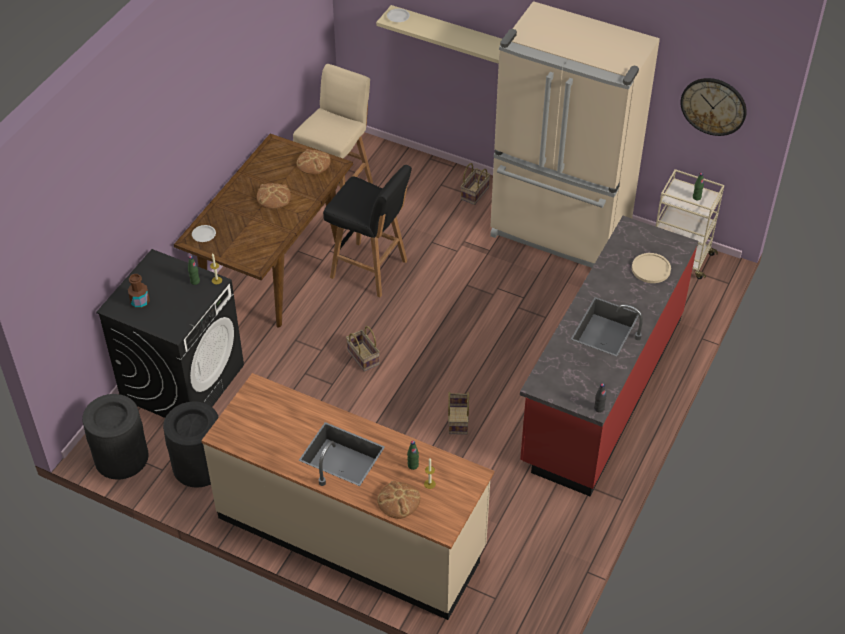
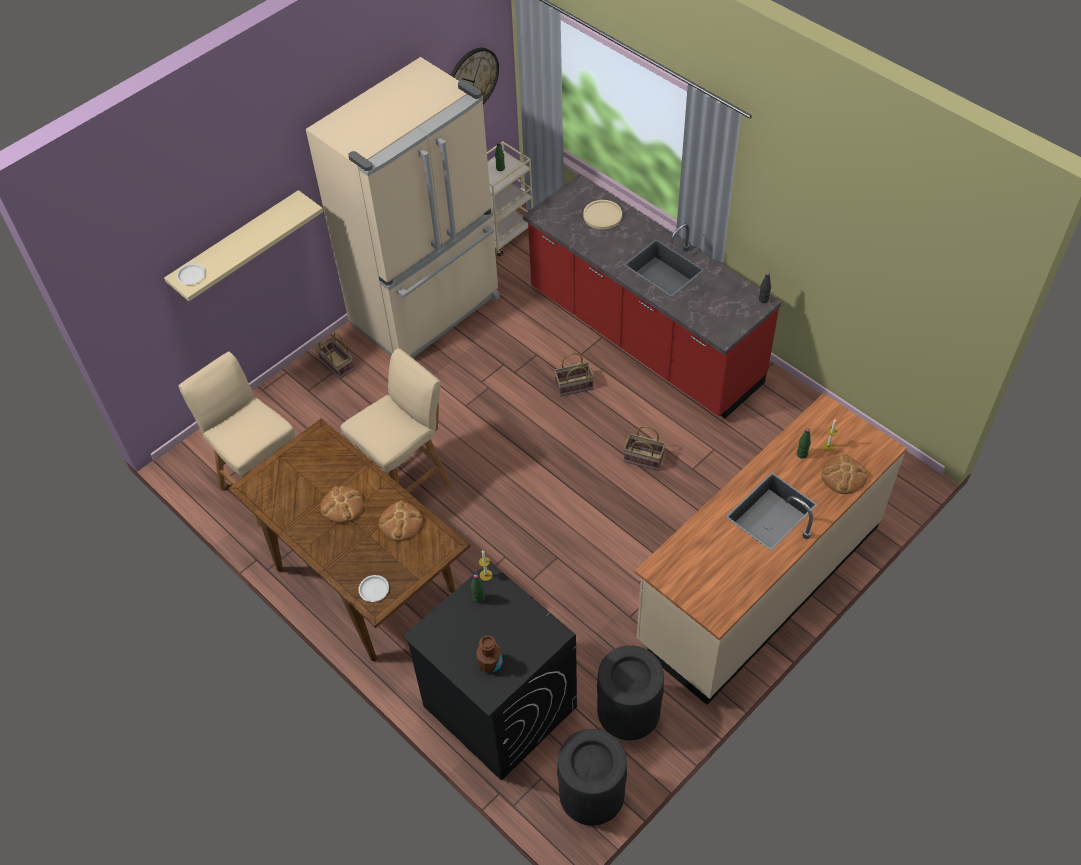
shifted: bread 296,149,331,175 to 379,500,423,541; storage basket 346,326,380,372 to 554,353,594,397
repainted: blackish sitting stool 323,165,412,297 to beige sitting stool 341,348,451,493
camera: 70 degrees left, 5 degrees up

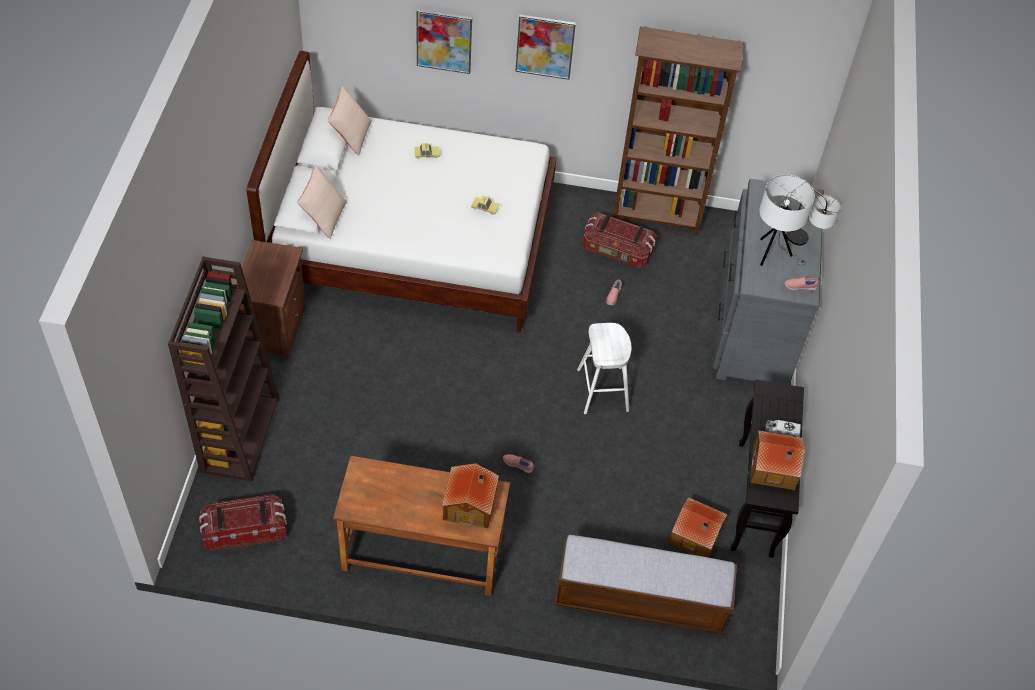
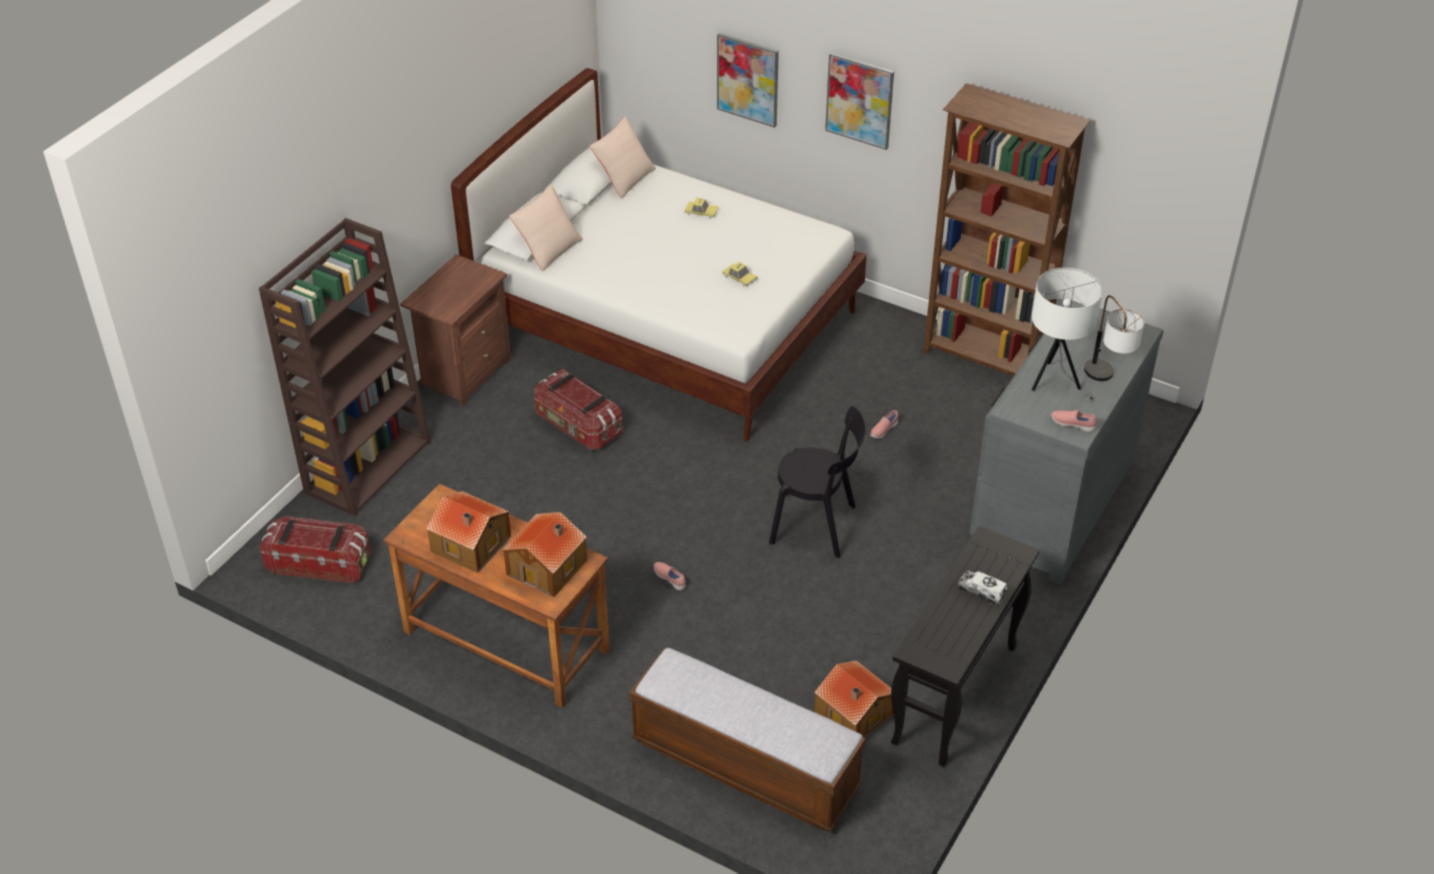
shifted: storage box 583,212,657,268 to 534,369,623,449; toy house 751,430,805,490 to 426,491,511,573
swapped: white-coloured sitting stool 577,323,632,414 to blackish upright chair 769,406,865,558
camera: 25 degrees right, 10 degrees down

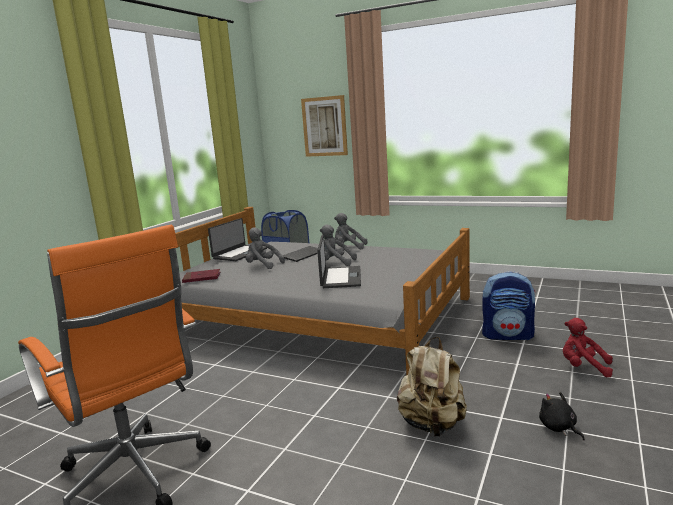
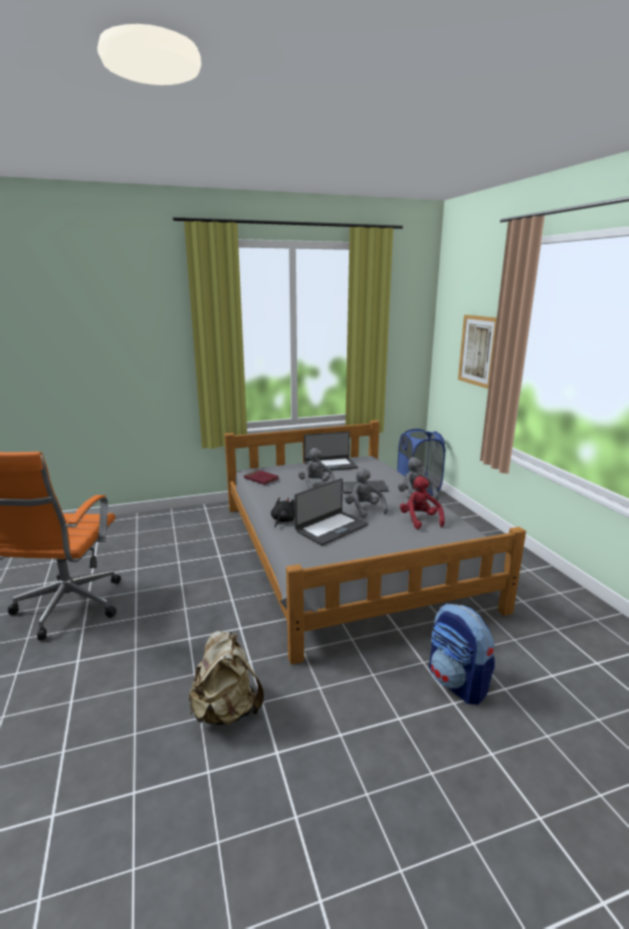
shifted: blackish soft toy 539,392,585,440 to 271,497,295,527; reddish soft toy 563,318,613,377 to 400,476,445,529
camera: 45 degrees right, 5 degrees up

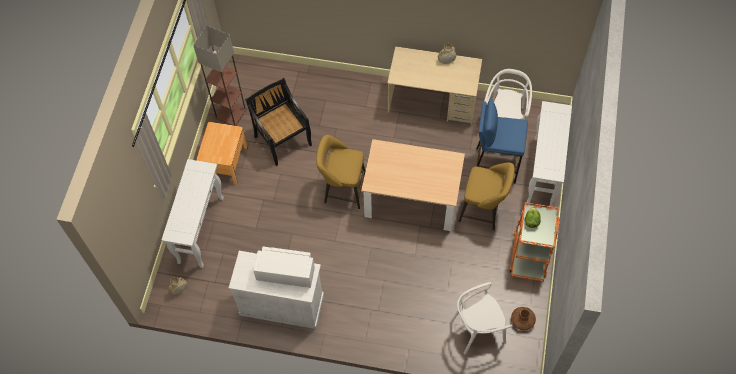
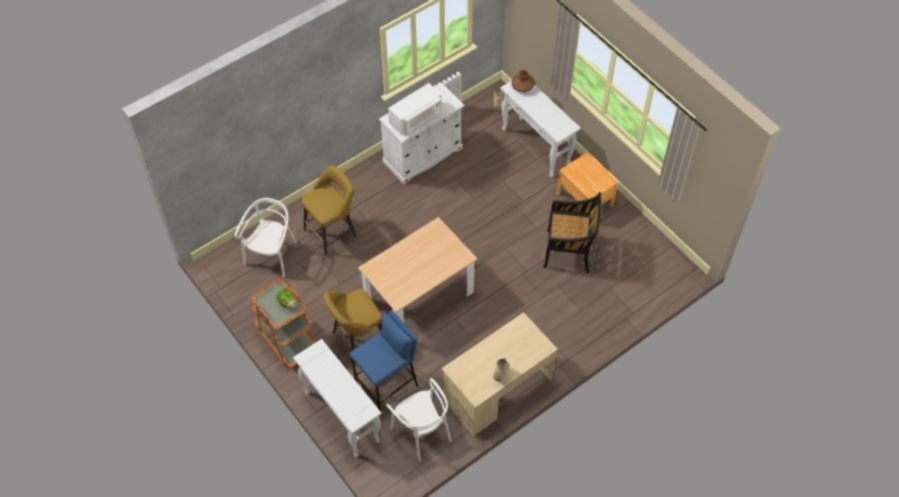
gone: standard lamp 193,26,247,126
shifted: yellow sitting stool 316,135,365,209 to 302,166,356,255; brownish decorative vase 511,307,536,330 to 511,70,535,92
camera: 130 degrees right, 5 degrees down

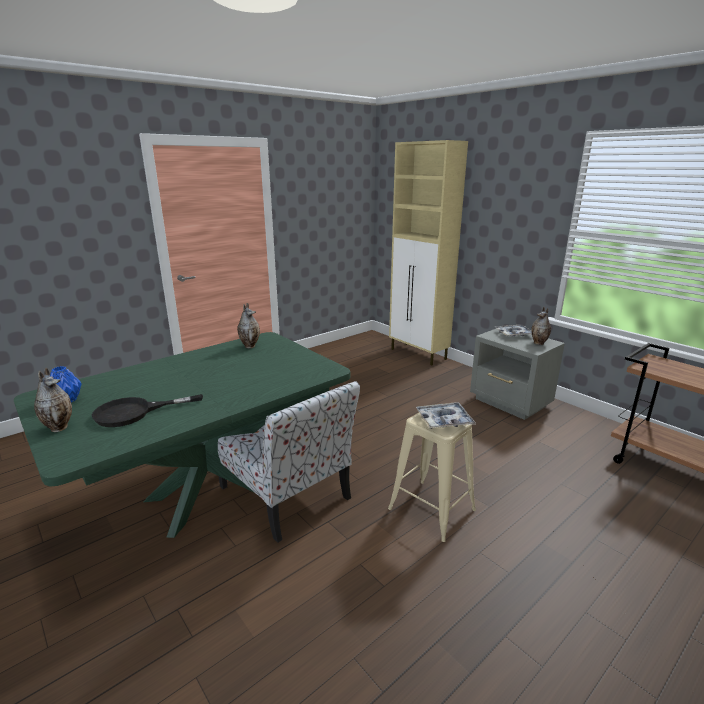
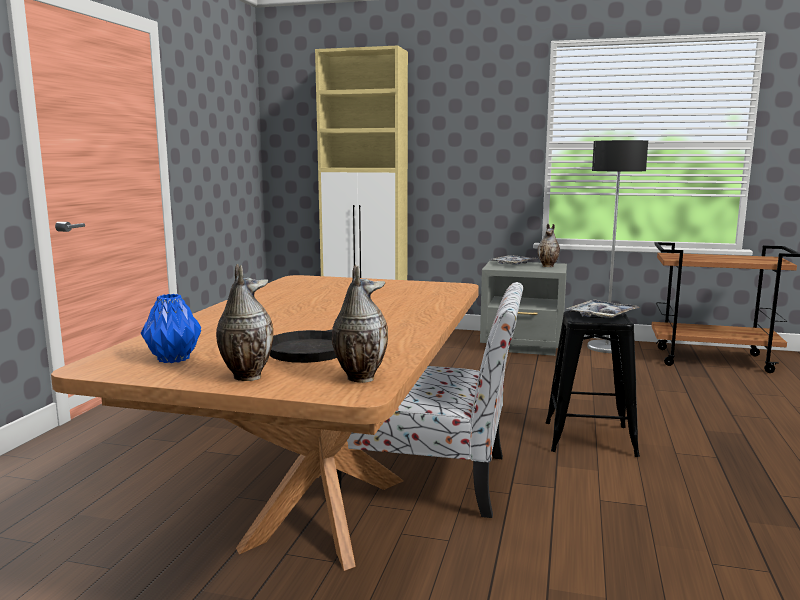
new: standard lamp 587,140,648,353
shifted: decorative vase 237,303,260,348 to 332,264,388,383
repainted: green kitchen table 14,332,350,538 to brownish kitchen table 51,275,479,571; beige sitting stool 388,413,476,542 to blackish sitting stool 546,311,640,457
camera: 35 degrees left, 10 degrees down

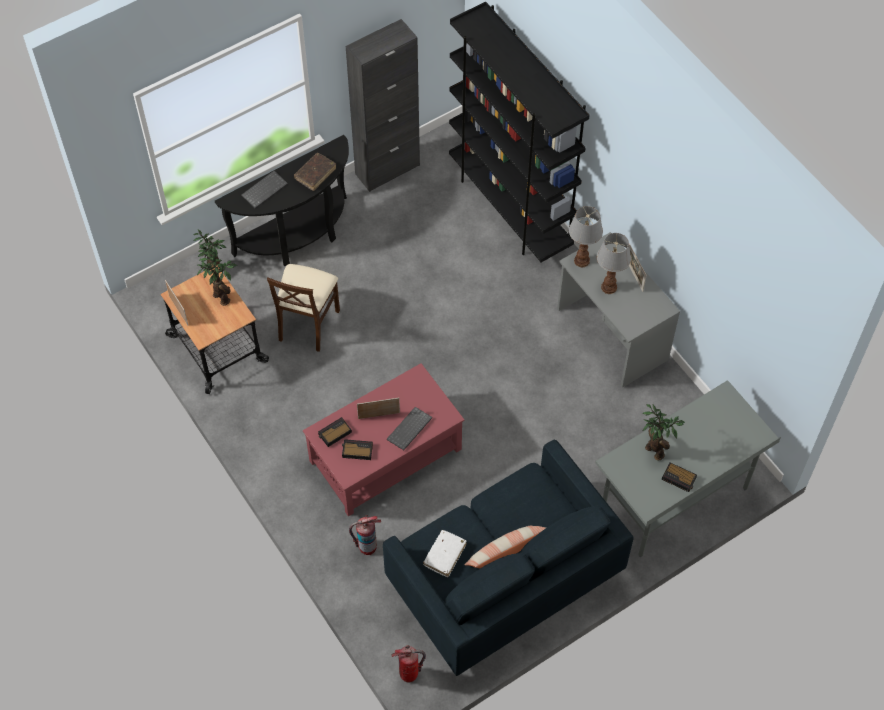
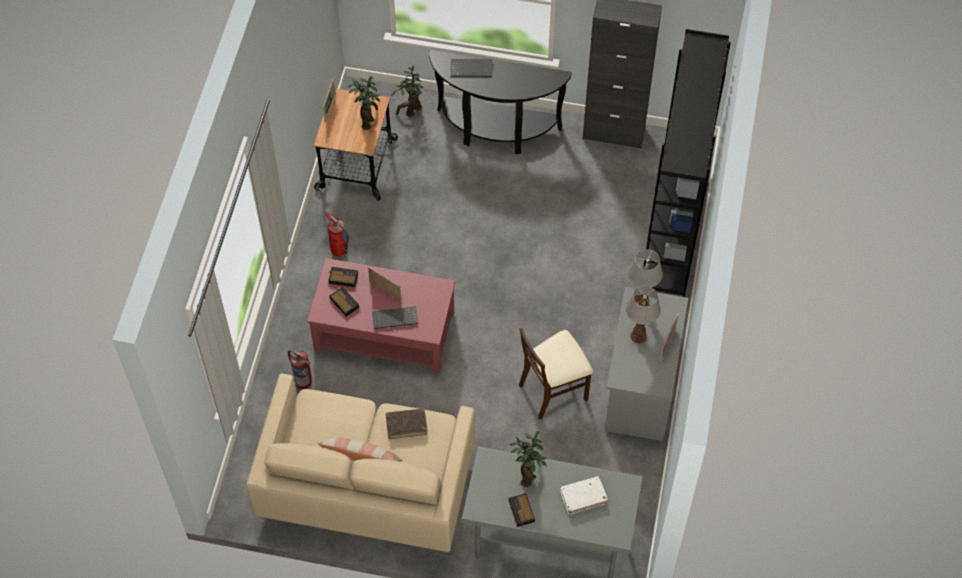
shifted: beige upright chair 267,264,340,352 to 519,327,593,419; brownish book 294,153,336,191 to 386,408,427,439; fire extinguisher 391,645,426,683 to 324,212,349,257; white-coloured book 423,530,466,577 to 560,476,608,515
repainted: bluish settee 383,440,634,676 to beige settee 246,374,475,552
camera: 45 degrees right, 0 degrees up

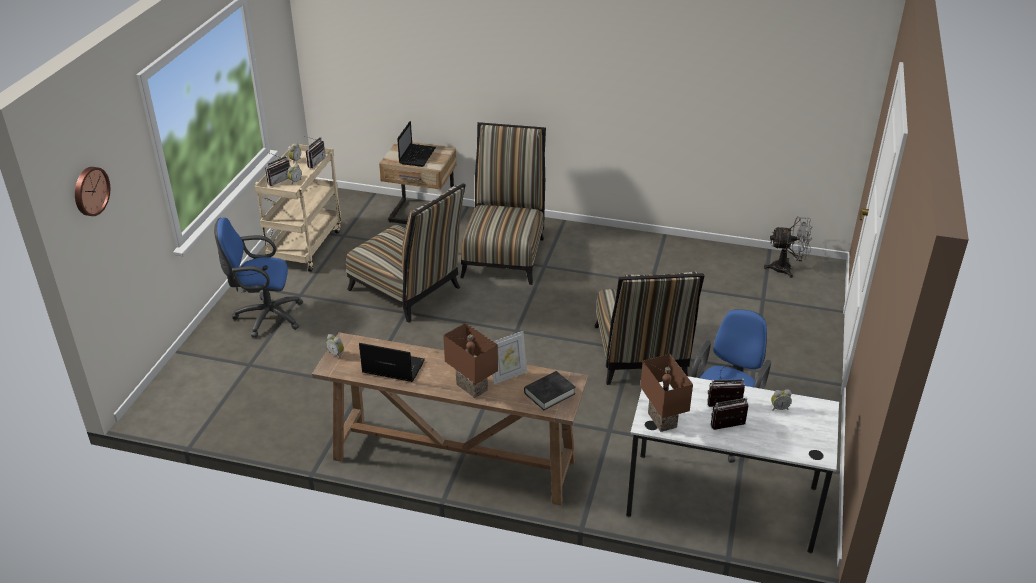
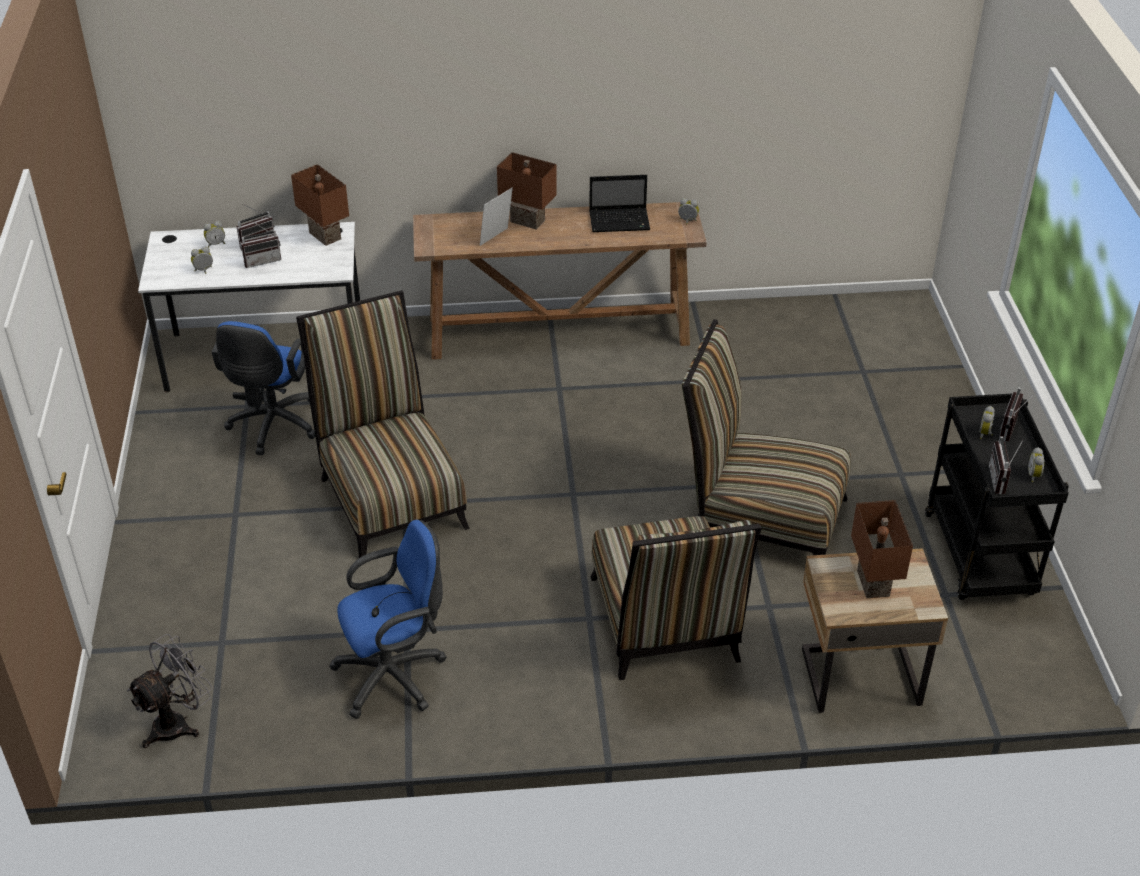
gone: clock on the wall 75,167,110,216; blackish book 524,371,576,410
new: table clock 204,221,225,247
shifted: bluish computer chair 214,218,303,338 to 329,520,447,719
swapped: portable computer 397,121,436,167 to brownish tabletop lamp 851,500,913,598
repainted: beige trolley 254,144,341,272 to blackish trolley 925,394,1069,600
rotated: grey cooling fan 764,216,812,278 = 127,634,213,748 150 degrees clockwise
camera: 160 degrees right, 5 degrees up

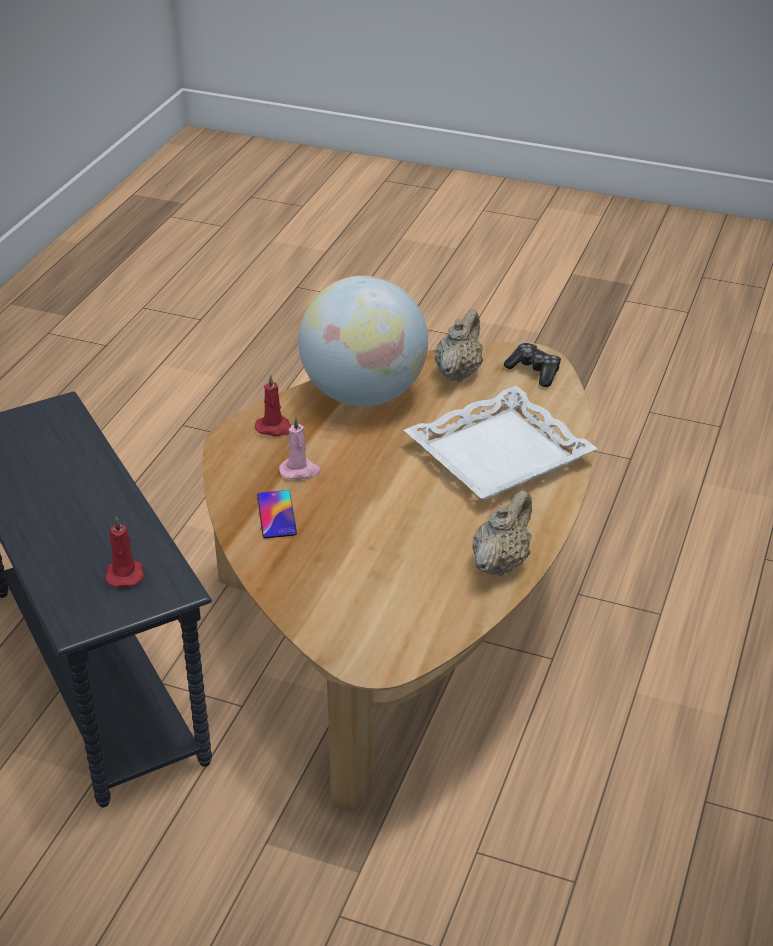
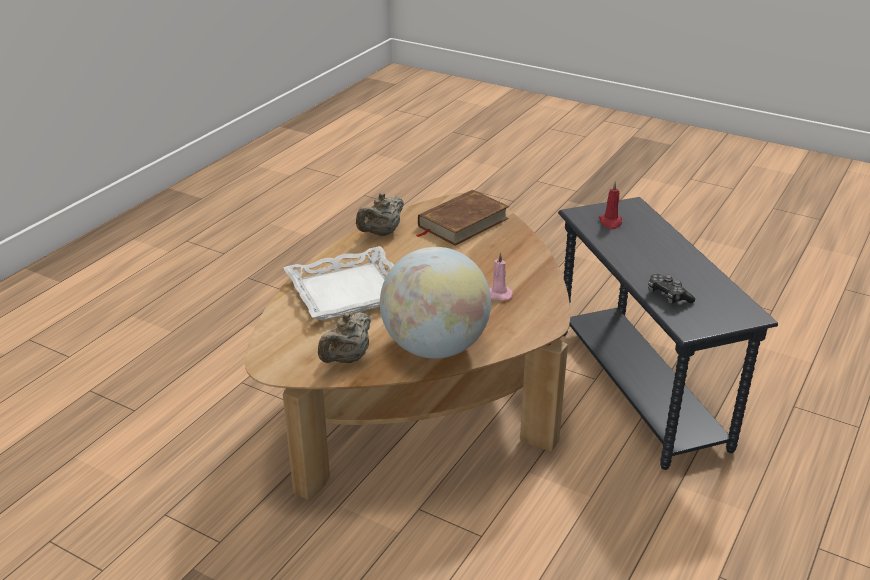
gone: reddish candle 255,374,291,436; phone 257,490,297,538
new: brownish book 416,190,509,245
shifted: game controller 504,343,561,387 to 648,274,695,304
camera: 170 degrees left, 5 degrees down

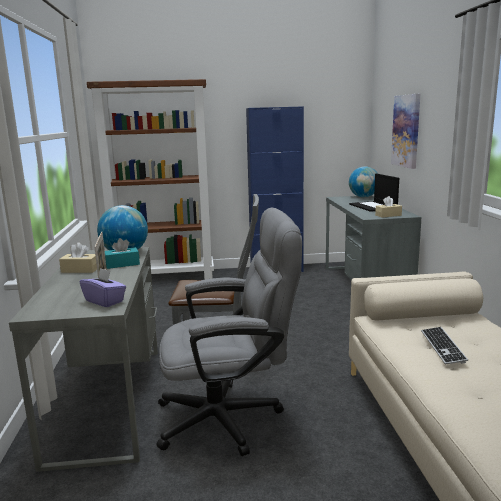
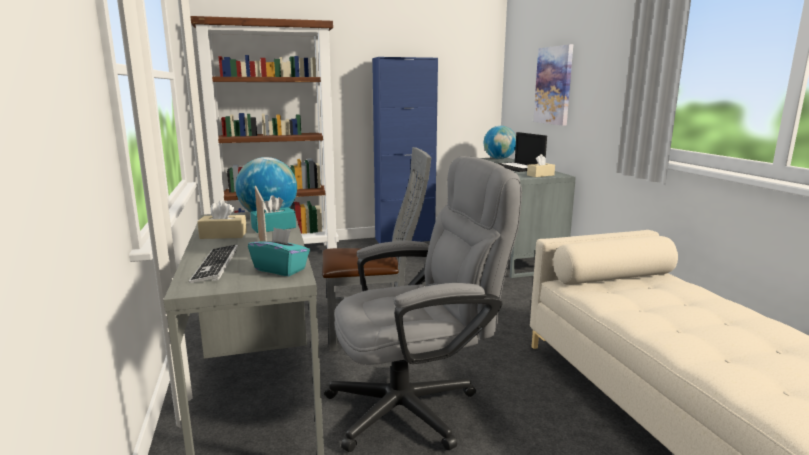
shifted: PC keyboard 421,327,468,365 to 189,244,238,283
repainted: purple-coloured tissue holder 80,268,126,307 to turquoise tissue holder 248,227,310,276
camera: 10 degrees left, 0 degrees up

